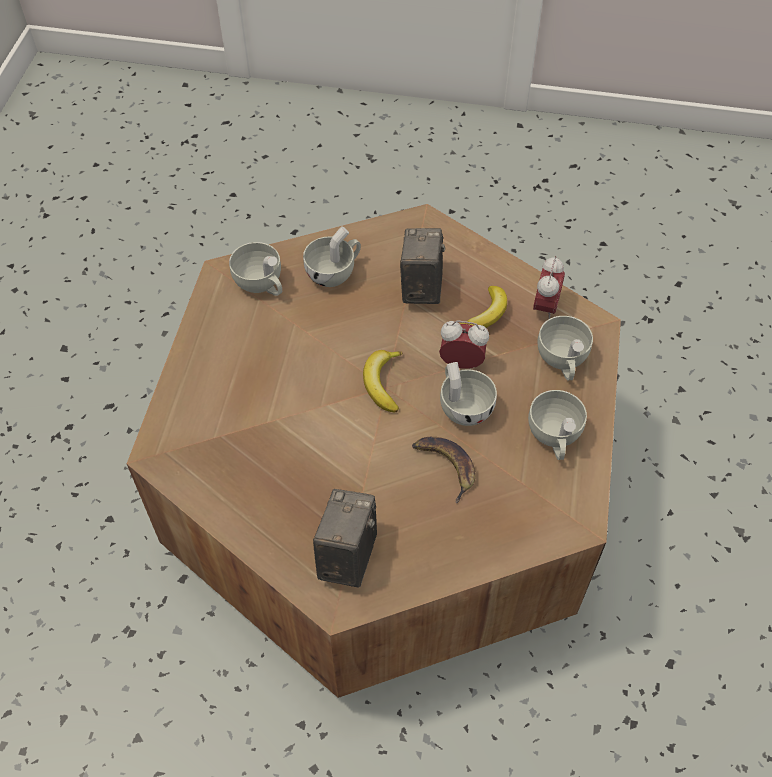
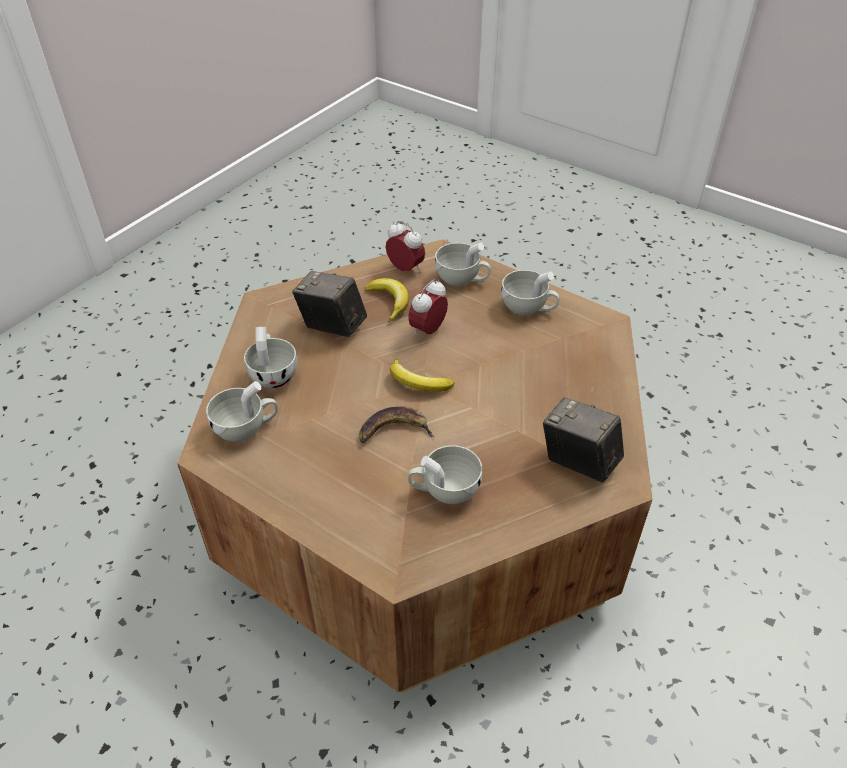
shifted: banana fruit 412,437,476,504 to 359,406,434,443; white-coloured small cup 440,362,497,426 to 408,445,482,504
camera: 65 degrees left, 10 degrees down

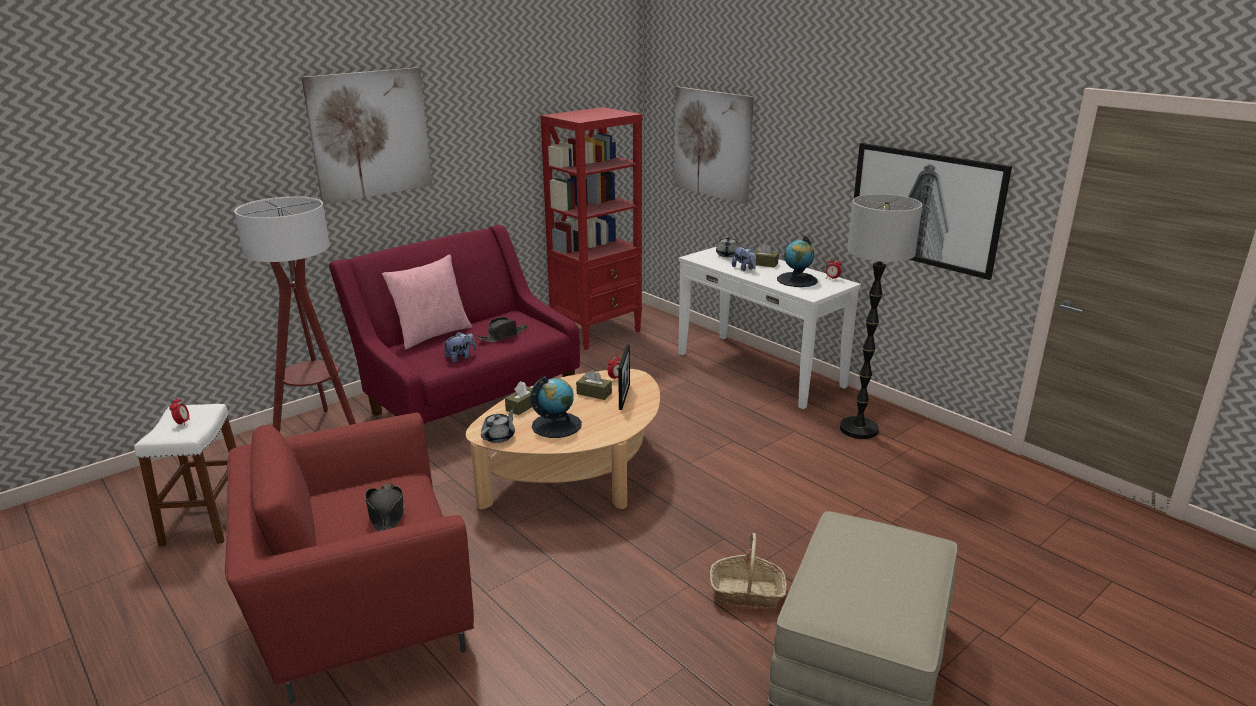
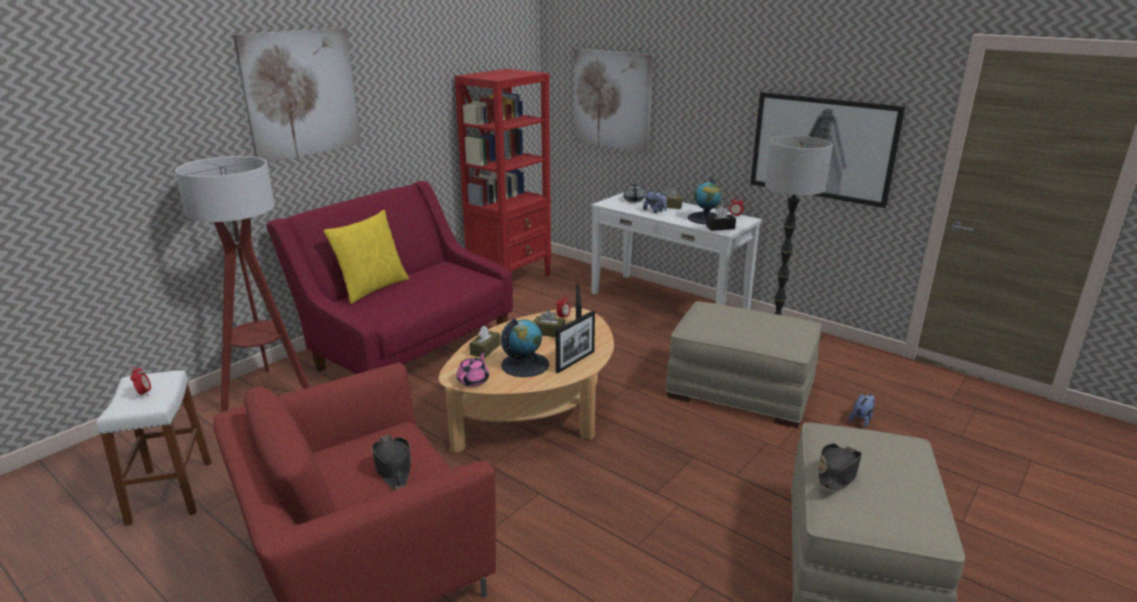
gone: storage basket 710,533,787,608
new: standing frame 556,311,595,373; beige ottoman 666,301,821,428; blackish tissue holder 706,207,736,231
shifted: soft toy 443,332,476,363 to 849,394,876,427; blackish hat 478,317,528,342 to 818,443,862,492
repainted: pink-coloured pillow 382,255,472,349 to yellow pillow 324,210,409,304; grey tea pot 481,408,515,443 to pink-coloured tea pot 456,351,489,387
camera: 10 degrees left, 0 degrees up

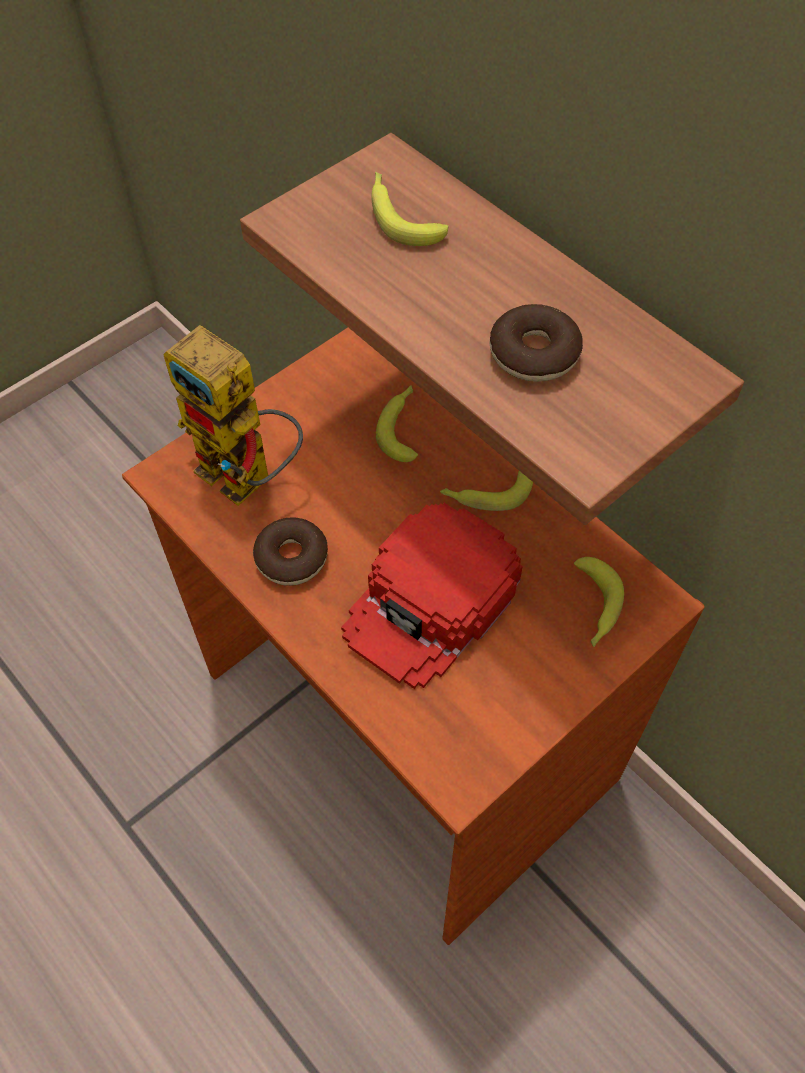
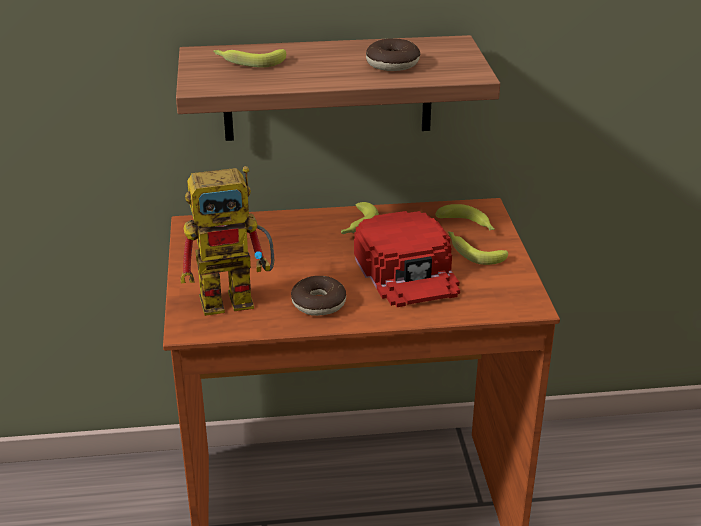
shifted: banana fruit 376,385,418,462 to 448,231,508,265
camera: 55 degrees left, 25 degrees down

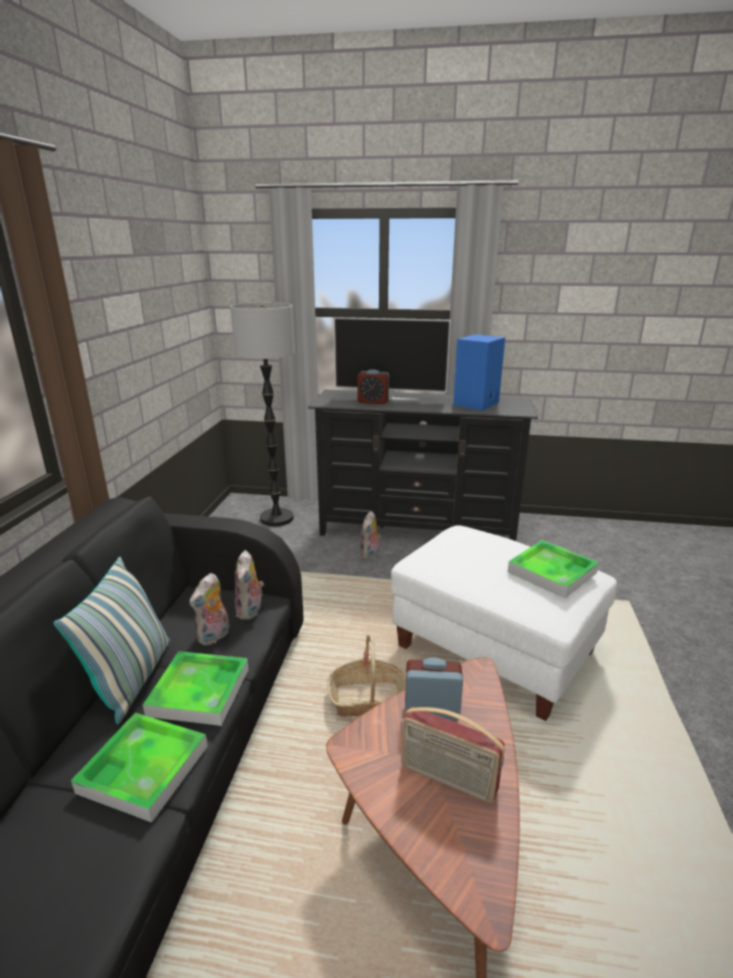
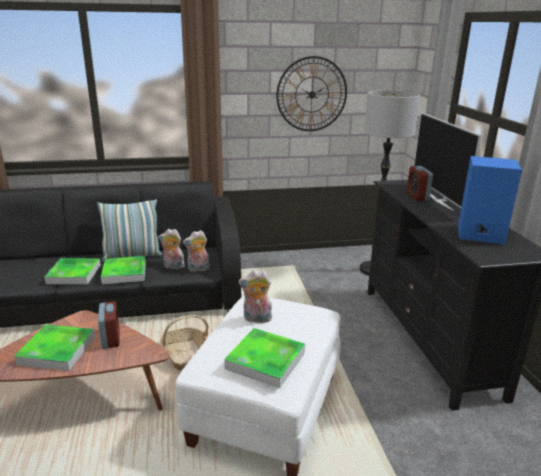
new: clock on the wall 276,56,347,131
shifted: soft toy 360,511,381,560 to 238,270,272,323
swapped: radio 401,707,505,803 to serving tray 14,325,95,371
camera: 70 degrees right, 0 degrees up

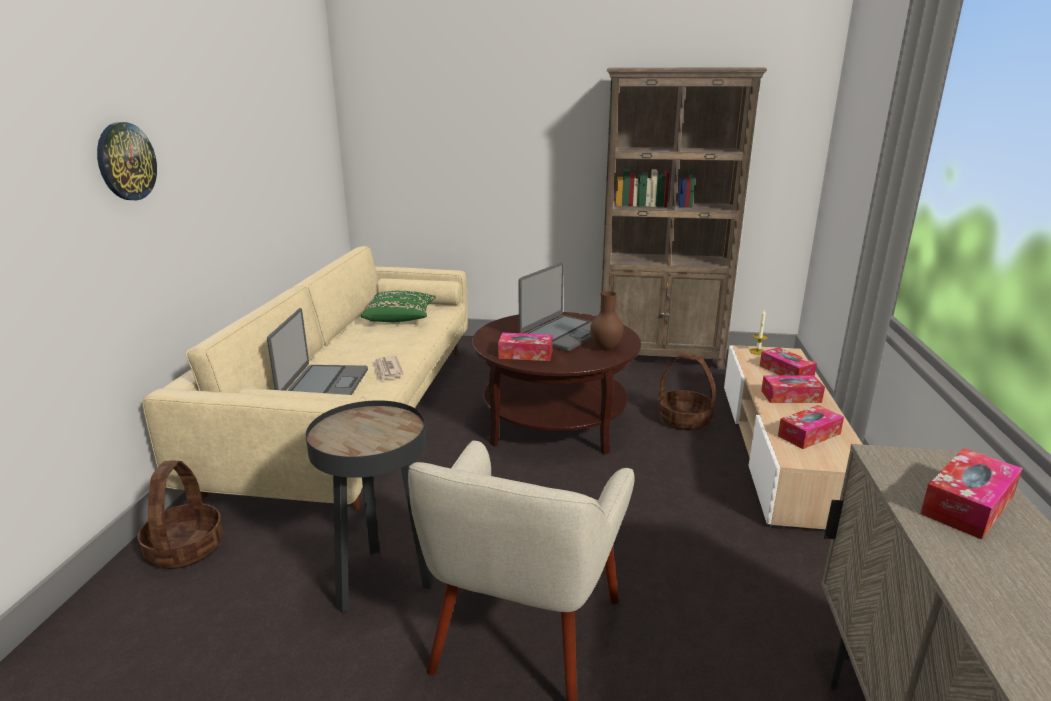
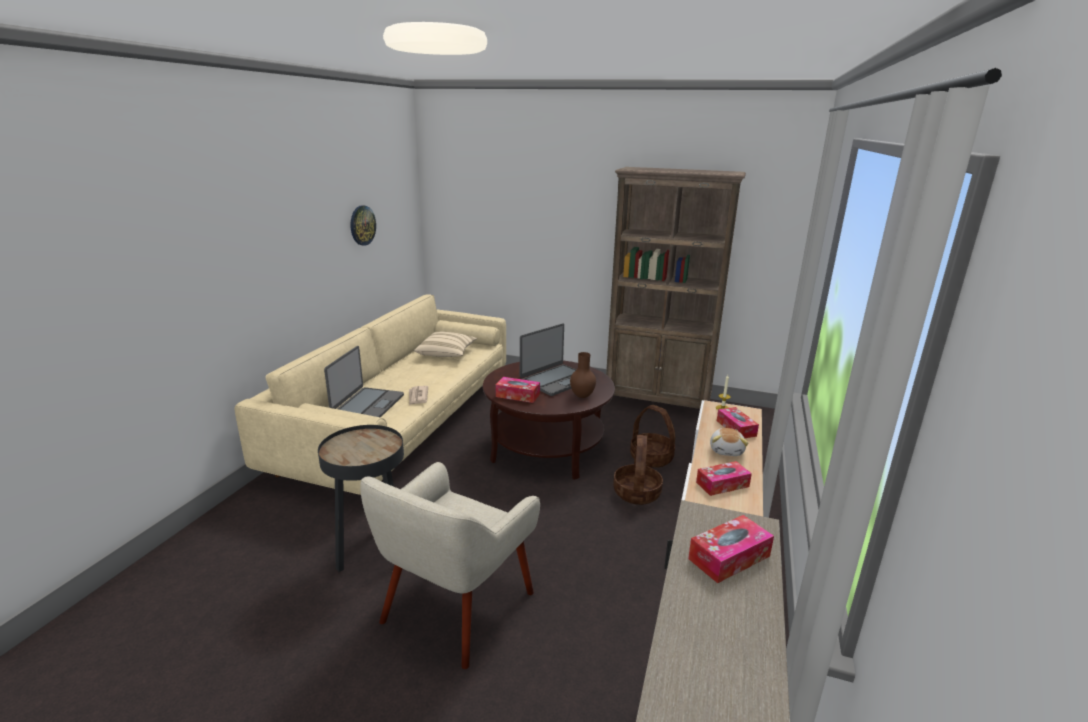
shifted: clock on the wall 97,122,157,200 to 350,205,376,246; storage basket 137,460,223,569 to 613,435,663,505
swapped: tissue holder 761,375,825,403 to soft toy 710,428,749,456
repainted: green pillow 361,291,435,322 to beige pillow 414,332,477,357
camera: 10 degrees right, 0 degrees up

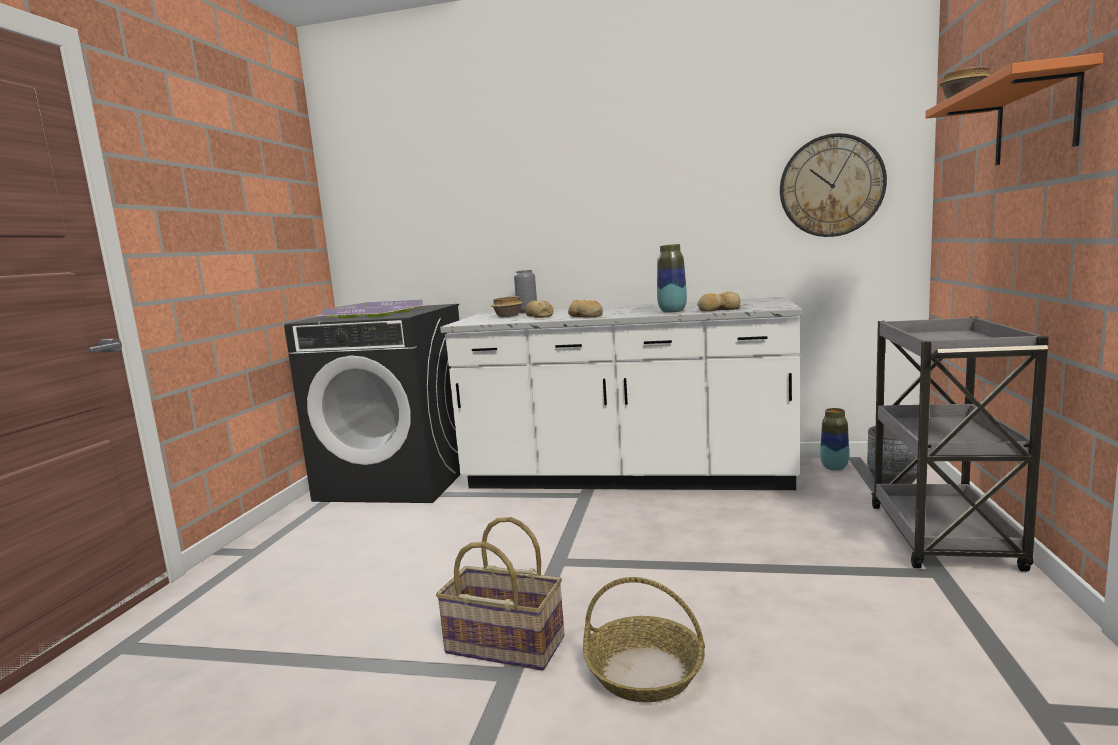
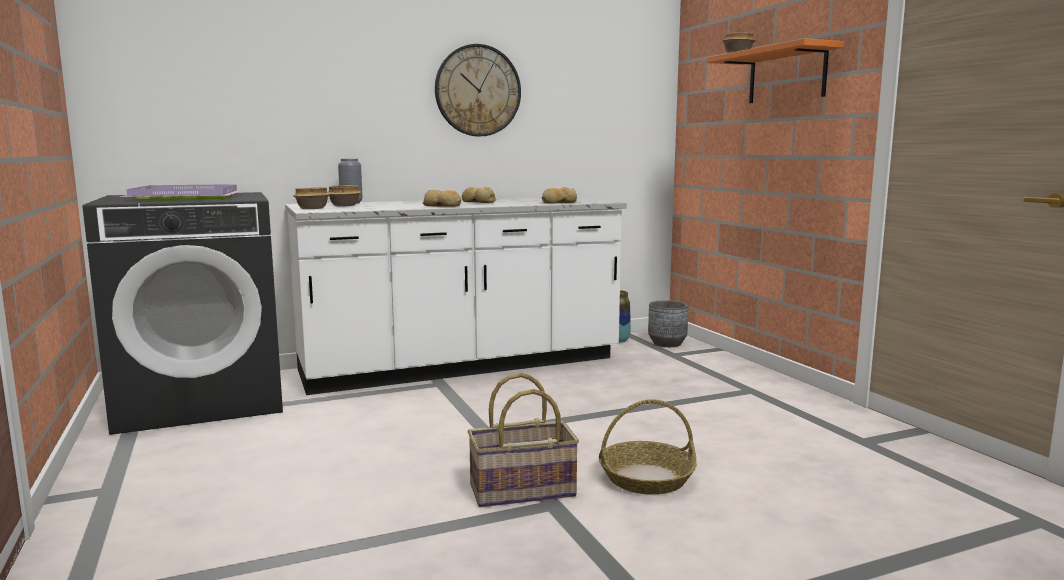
gone: decorative vase 657,244,687,313; grey trolley 871,317,1049,572
new: deep dish 293,187,330,209
shifted: bread 525,301,554,318 to 462,187,496,203; clock on the wall 780,133,887,237 to 435,44,521,137
camera: 35 degrees left, 0 degrees up

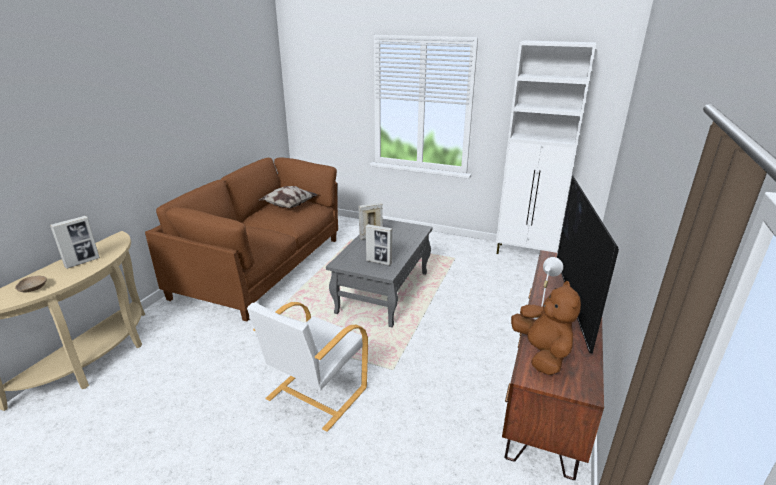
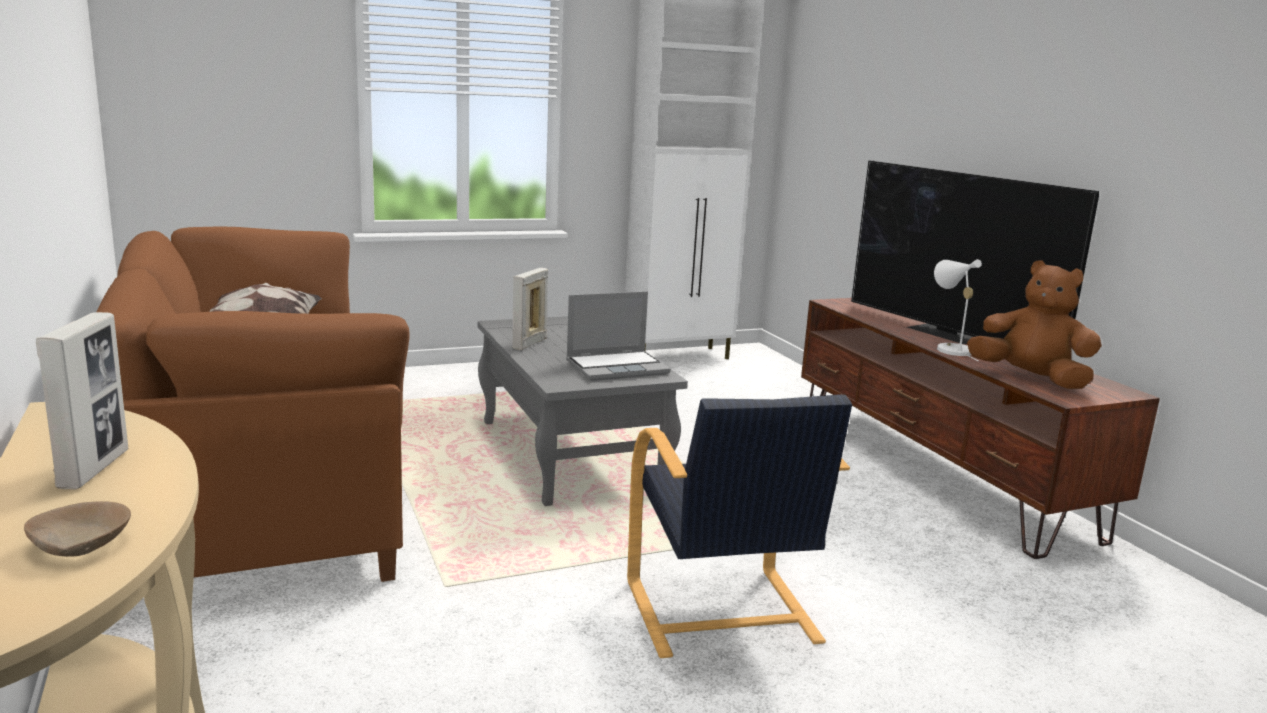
swapped: standing frame 366,224,392,265 to portable computer 566,291,671,381
repainted: white-coloured lounge chair 247,302,368,432 to blackish lounge chair 627,395,852,658
camera: 45 degrees left, 10 degrees down

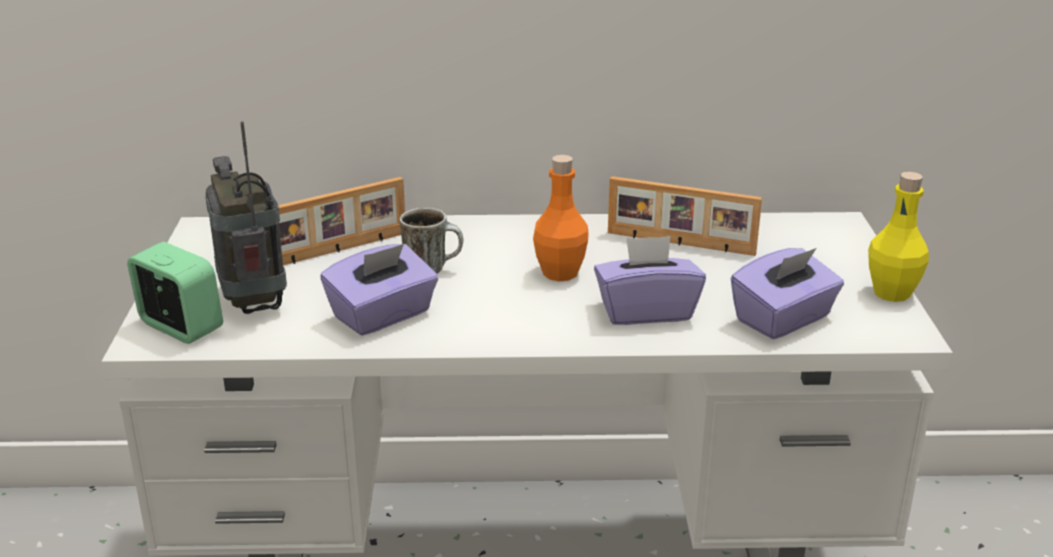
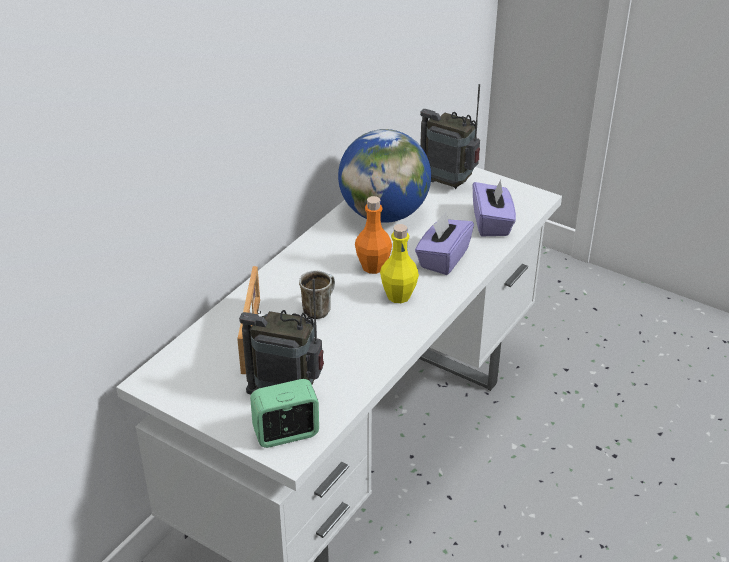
gone: purple-coloured tissue holder 320,244,438,336
new: radio 420,84,480,189
shifted: yellow beverage bottle 868,172,929,302 to 380,224,419,303
swapped: standing frame 608,176,762,256 to desk globe 338,129,431,223
camera: 55 degrees left, 10 degrees up

